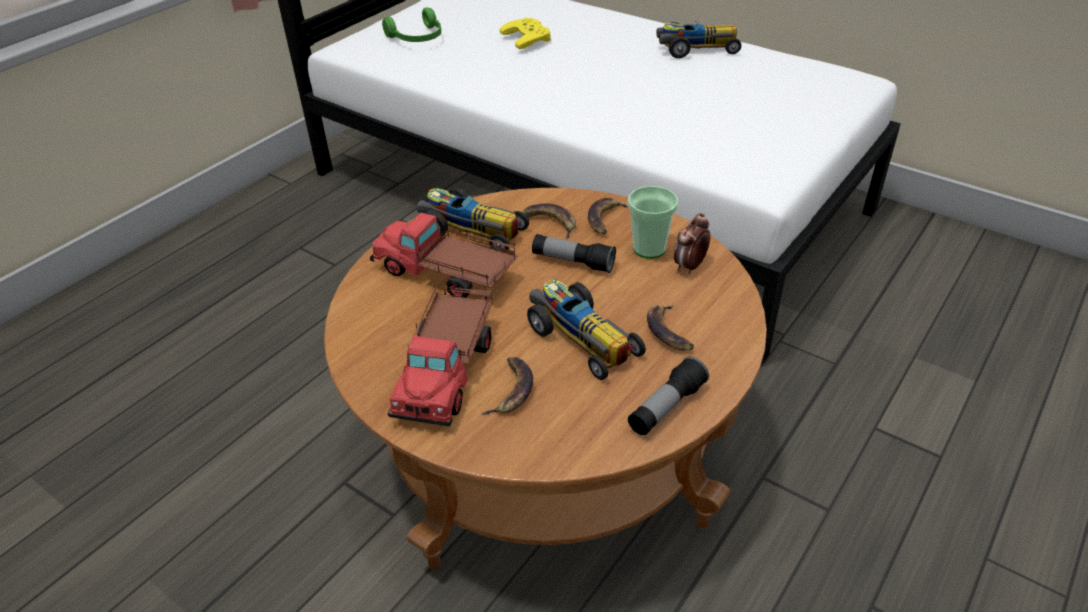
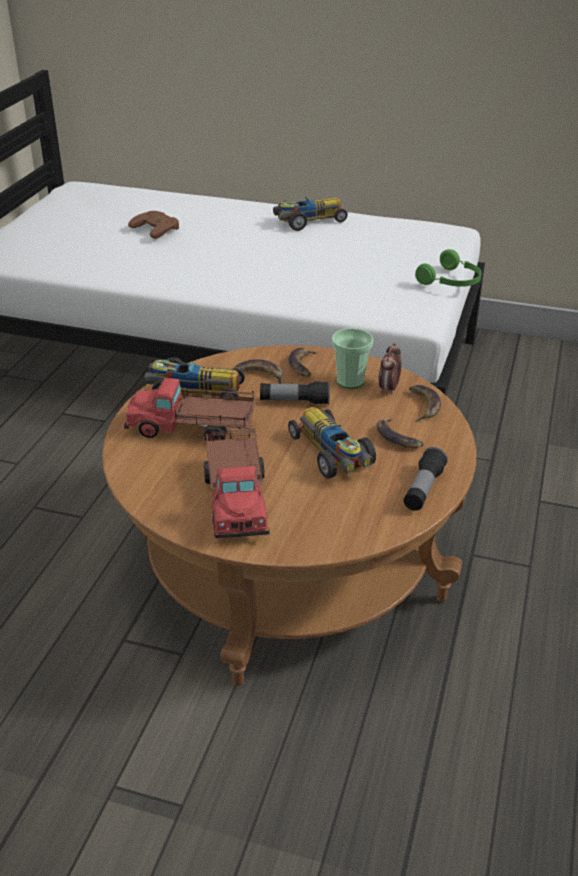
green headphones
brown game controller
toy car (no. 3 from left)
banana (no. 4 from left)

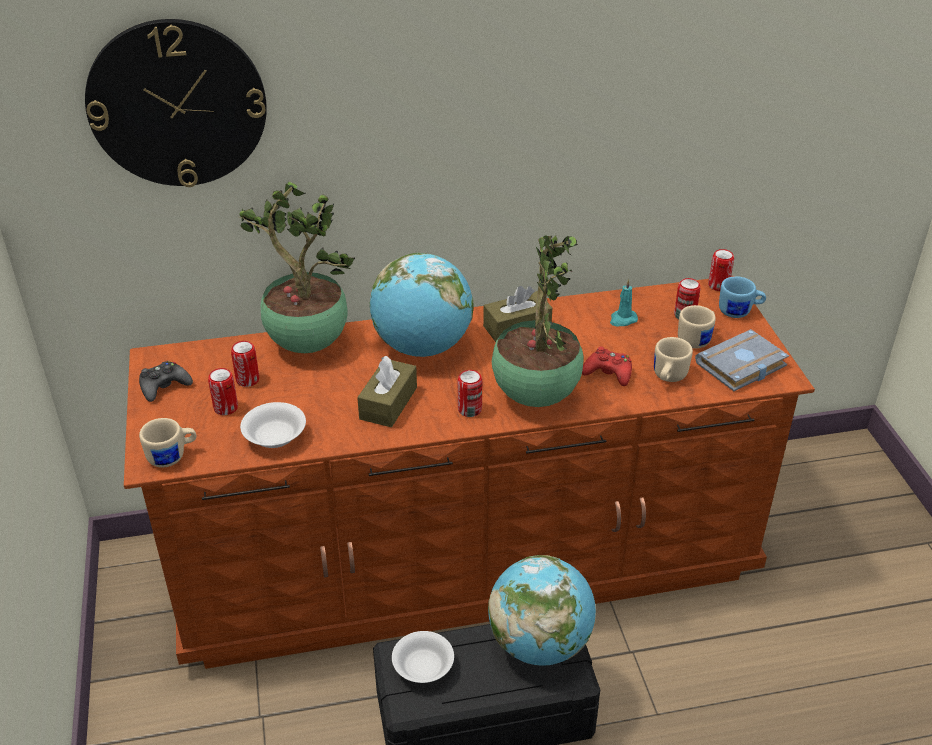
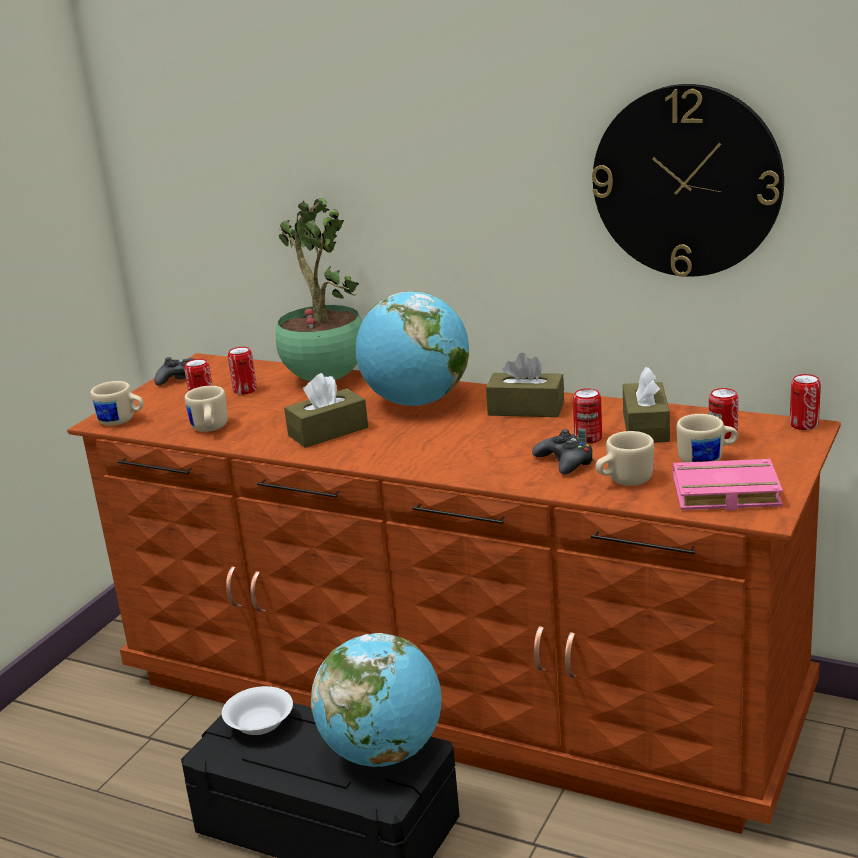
wall clock
potted plant (no. 2 from left in the first image)
blue mug
brown tissue box (no. 3 from left)
pink book
black game controller (no. 2 from left)
can (no. 3 from left)
beige mug (no. 2 from left)

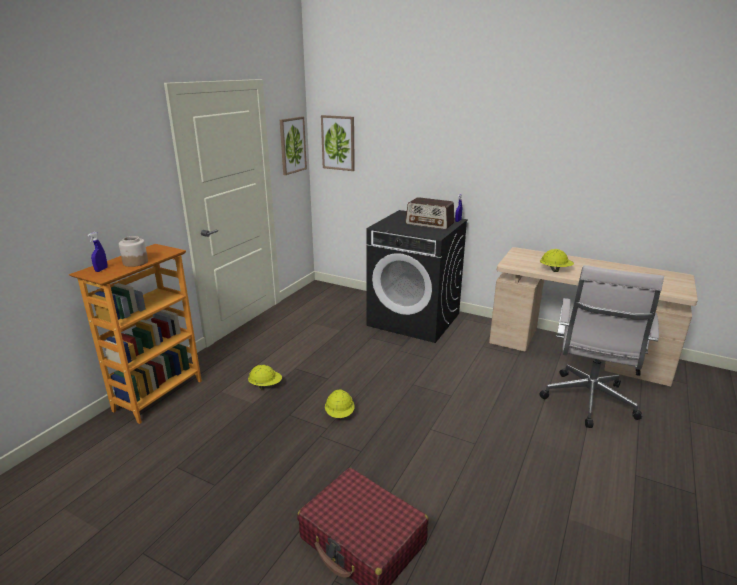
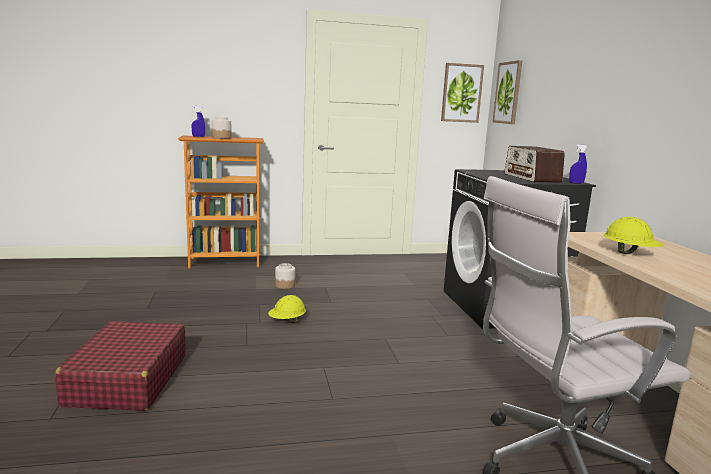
jar (no. 2 from left)

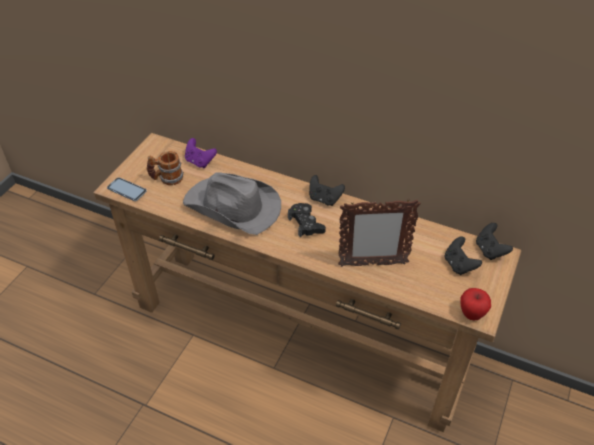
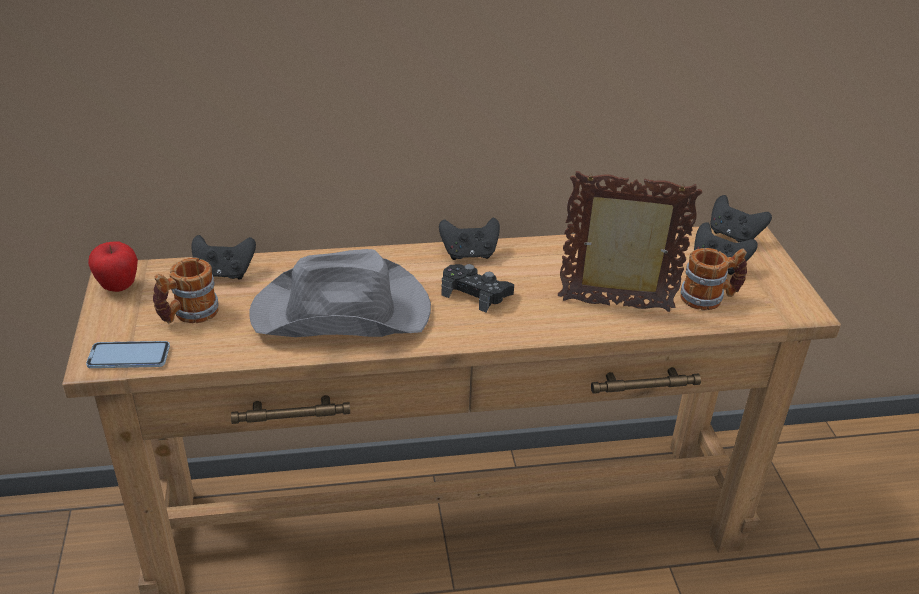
black game controller (no. 1 from left)
picture frame
apple
mug (no. 2 from left)

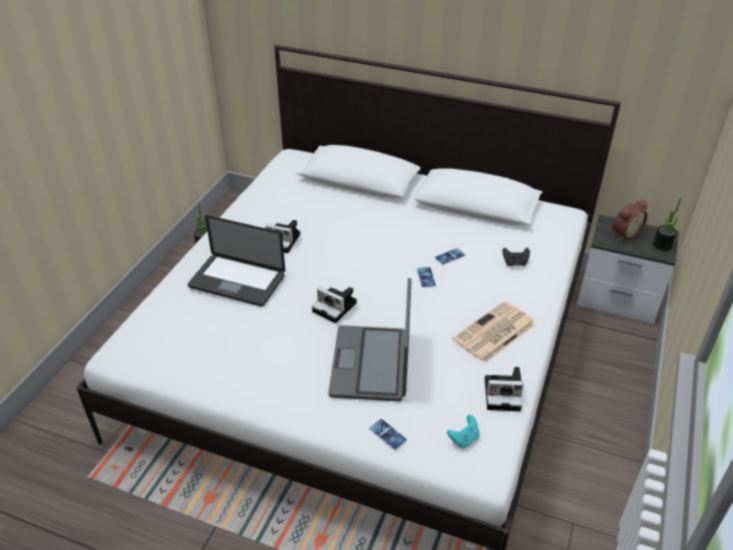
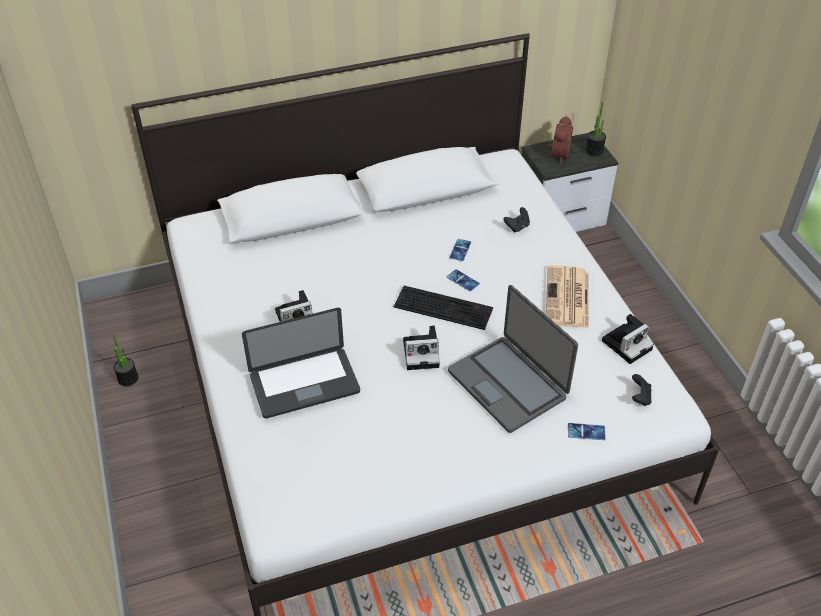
black game controller (no. 2 from left)
keyboard

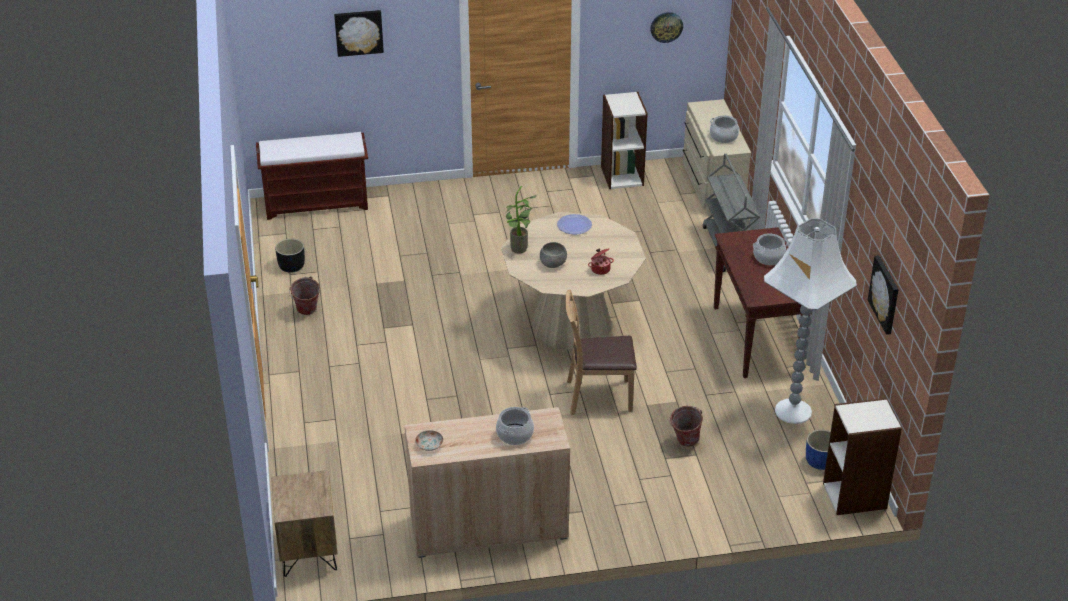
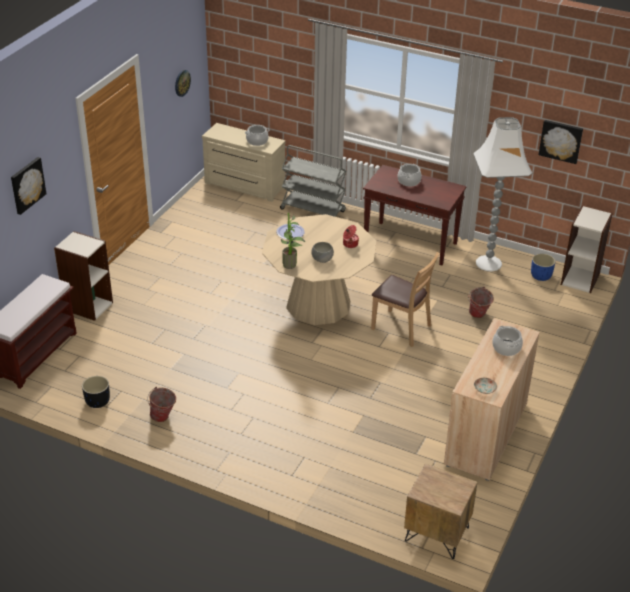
bookcase (no. 1 from left)
brown chair

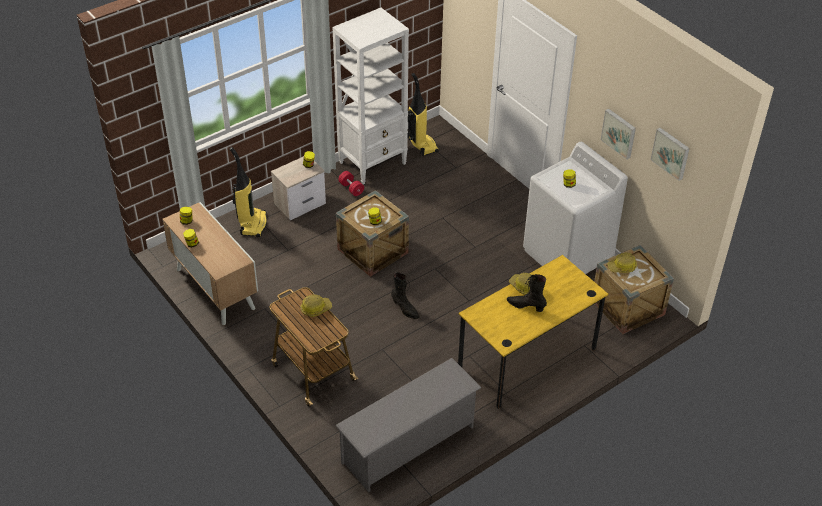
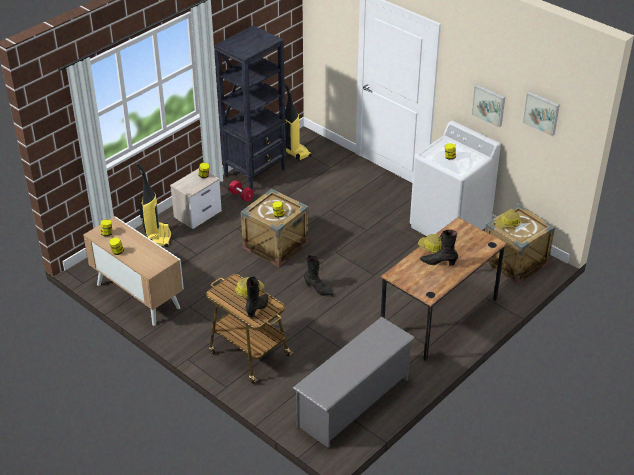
black bookcase
brown desk
black boot (no. 1 from left)

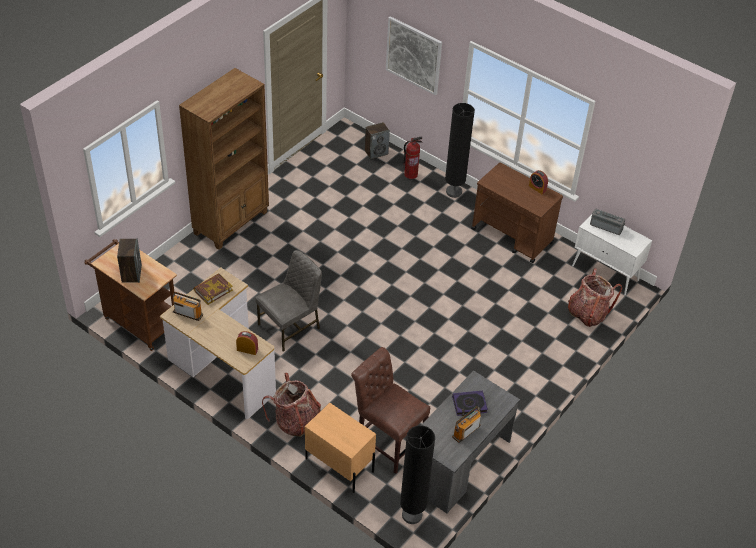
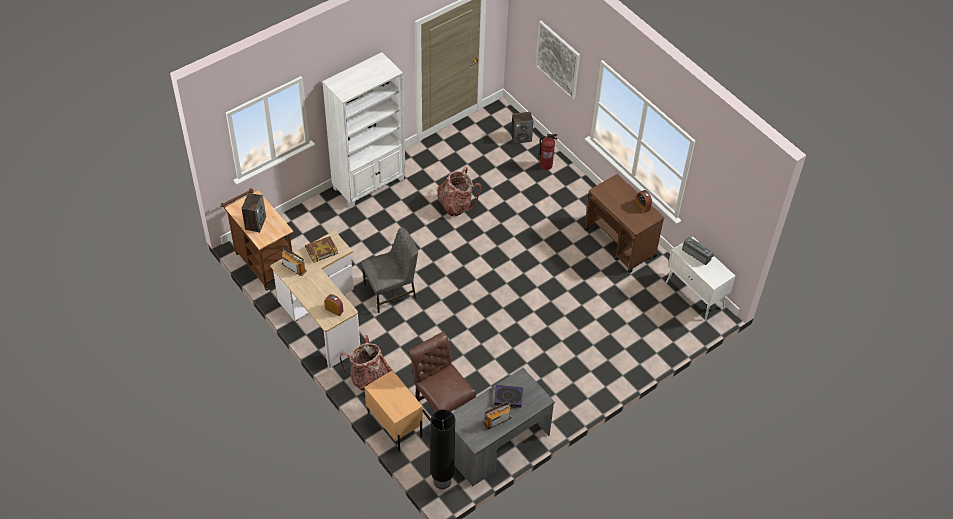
white bookcase
black floor lamp (no. 2 from left in the first image)
backpack (no. 2 from left)

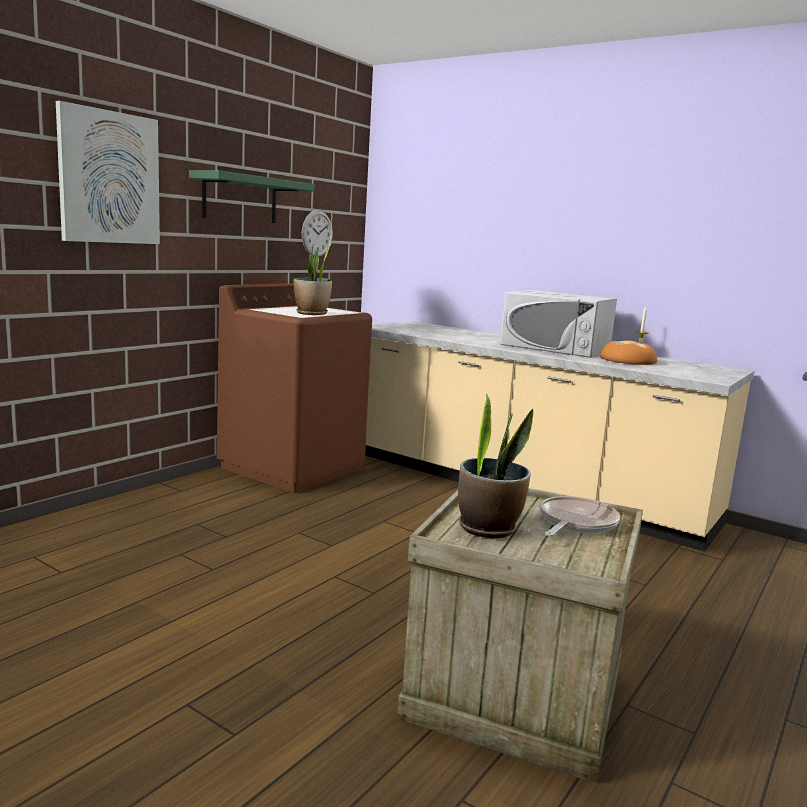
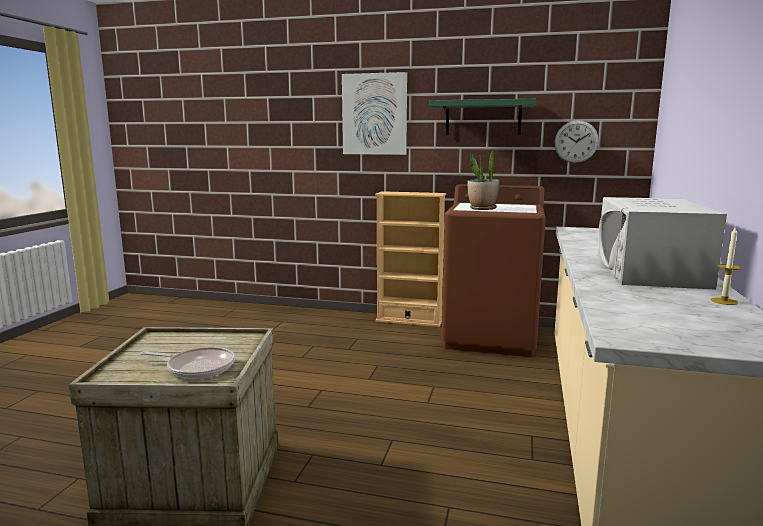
bread
potted plant (no. 2 from left in the first image)
beige bookcase

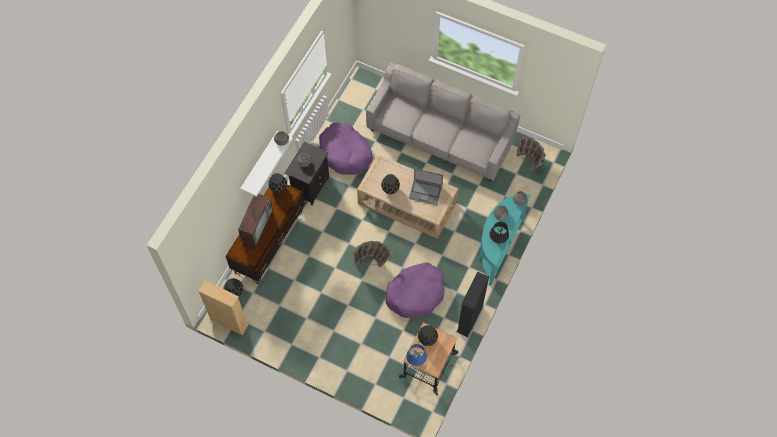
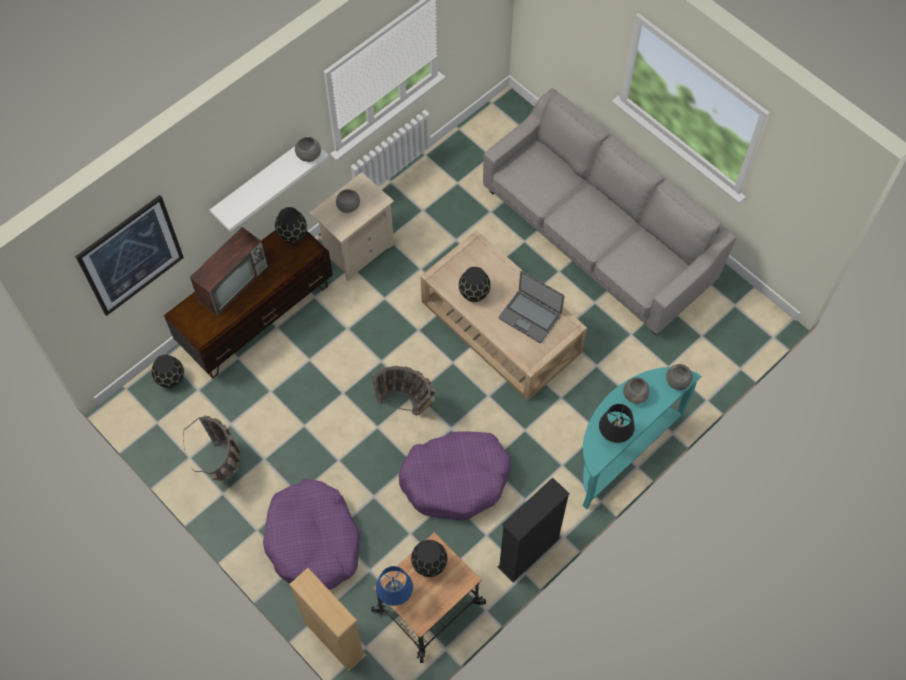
purple dog bed (no. 1 from left)
basket (no. 1 from left)
beige nightstand
beige bookcase
picture

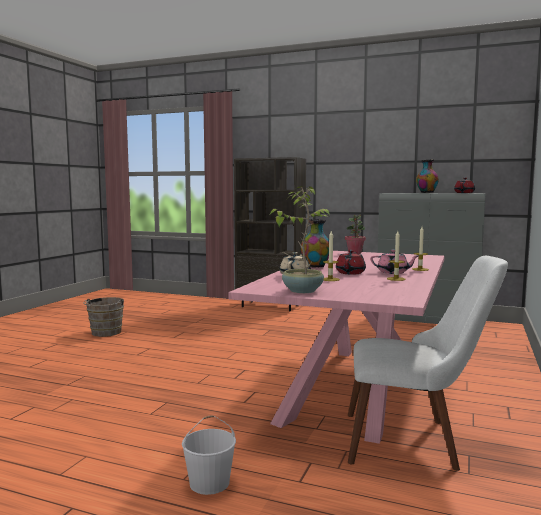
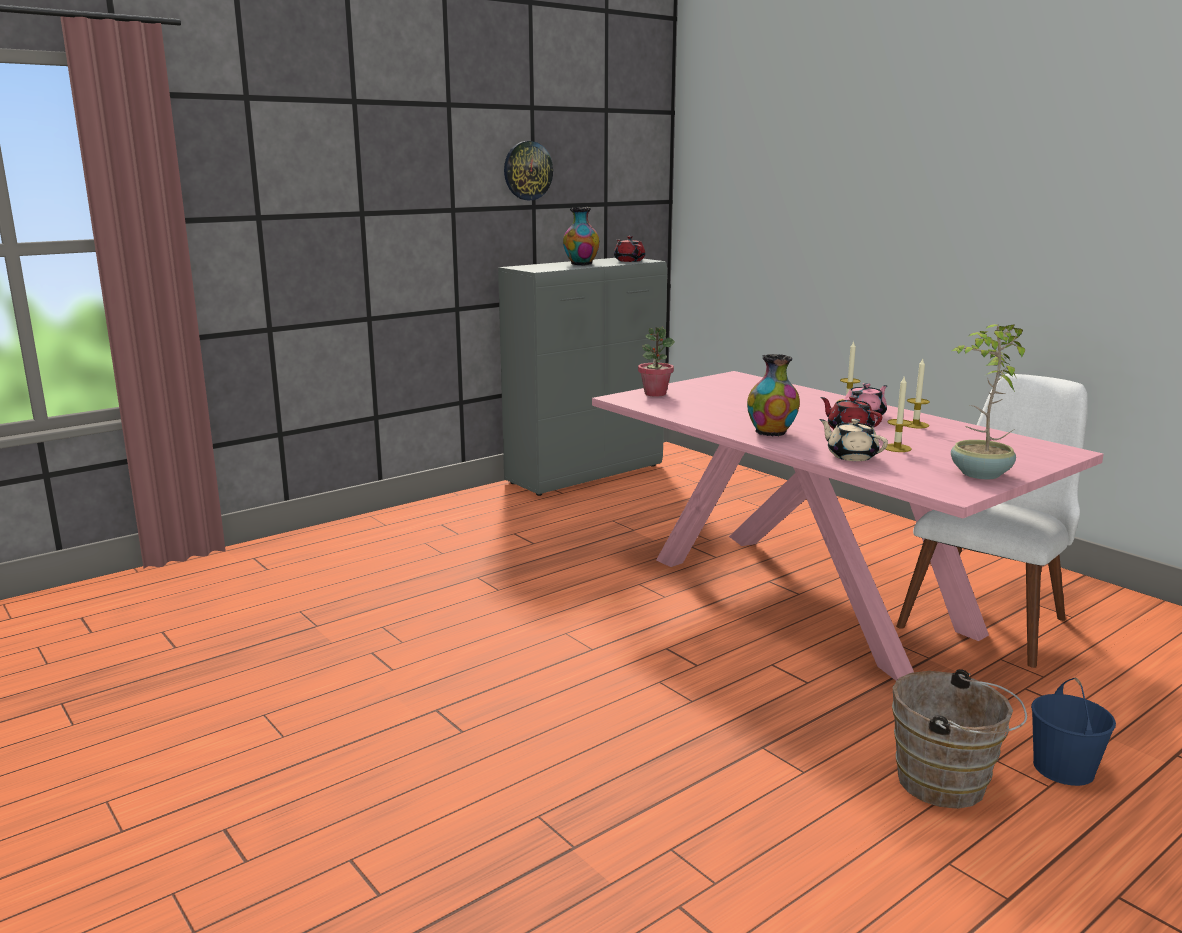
brown bookcase
brown bucket
blue bucket
wall clock

